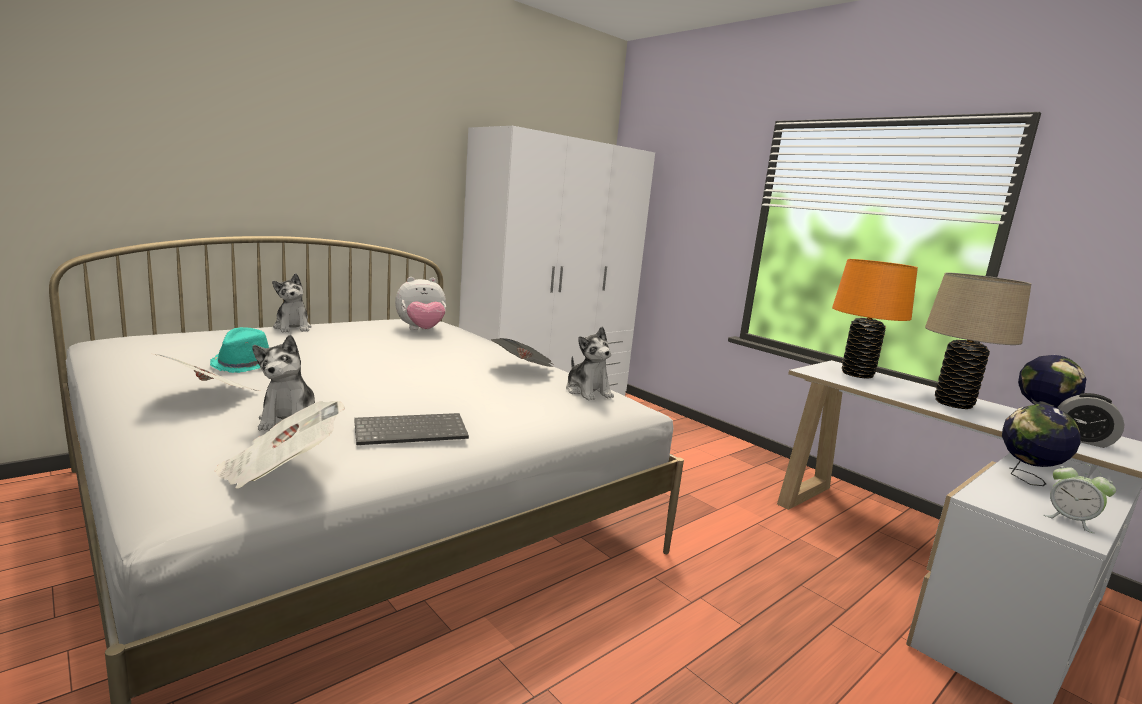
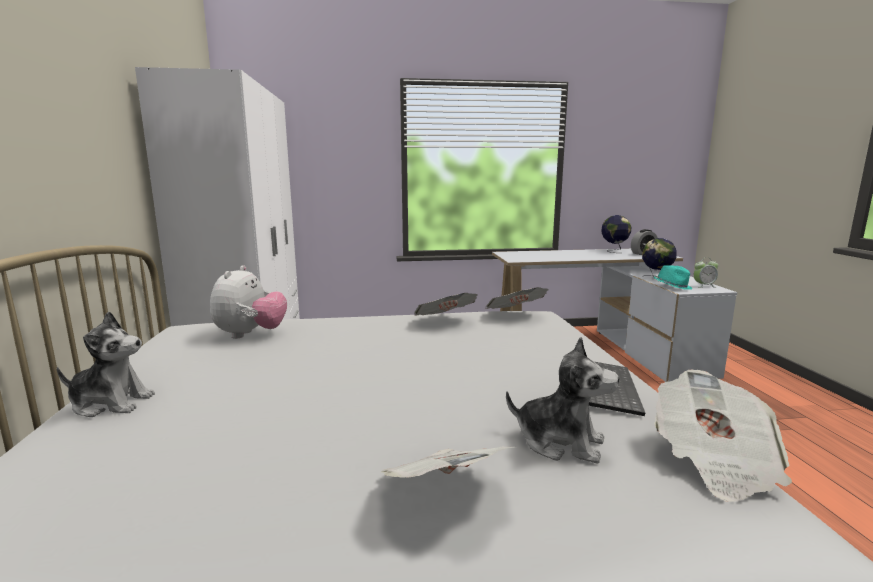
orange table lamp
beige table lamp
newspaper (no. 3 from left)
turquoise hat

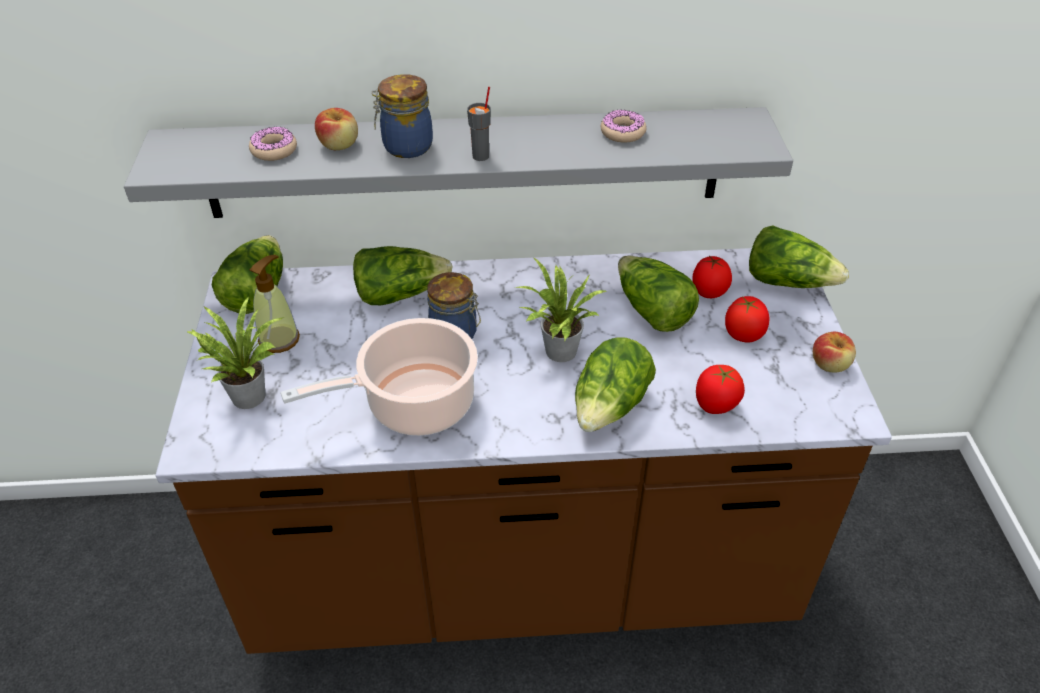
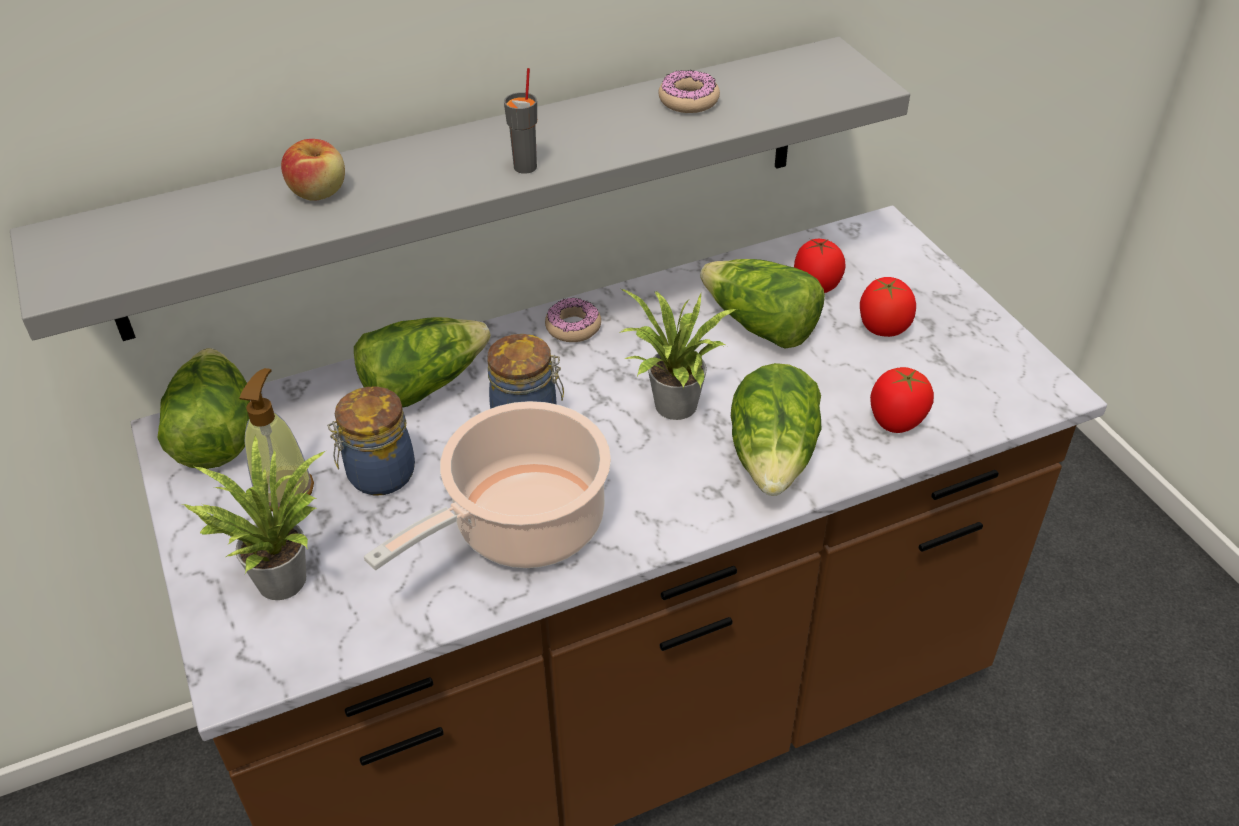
jar (no. 1 from left)
donut (no. 1 from left)
lettuce (no. 5 from left in the first image)
apple (no. 2 from left in the first image)

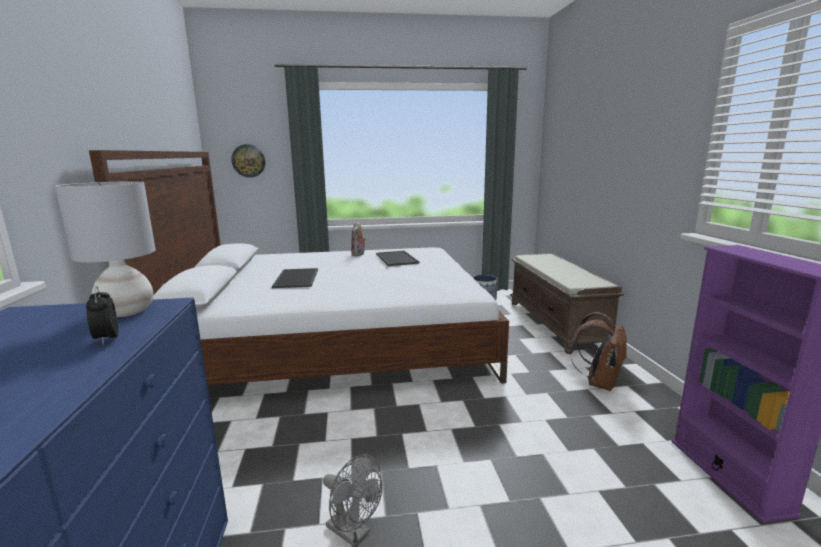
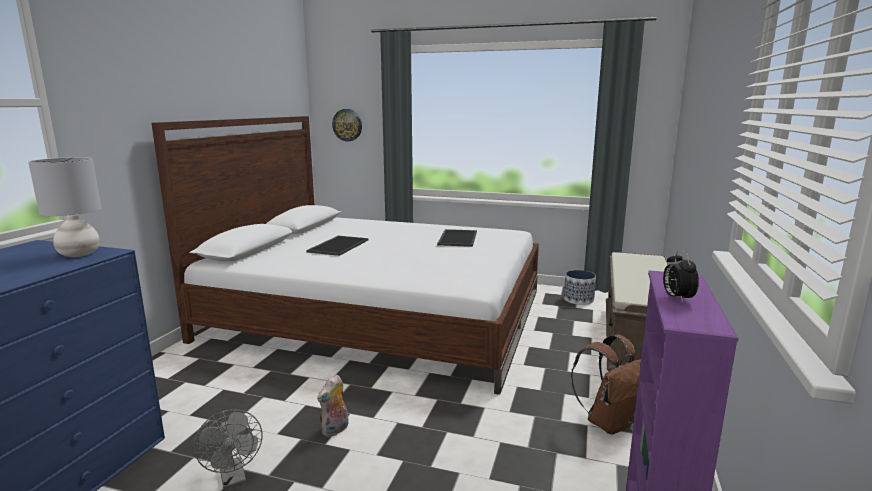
plush toy
alarm clock

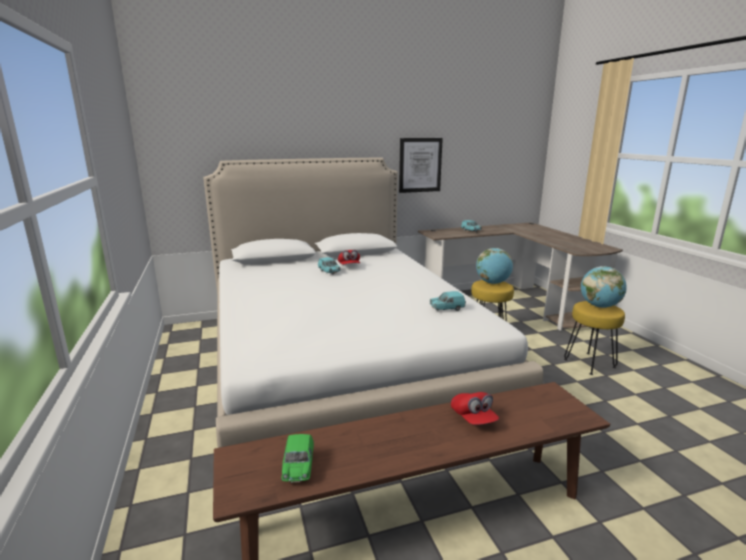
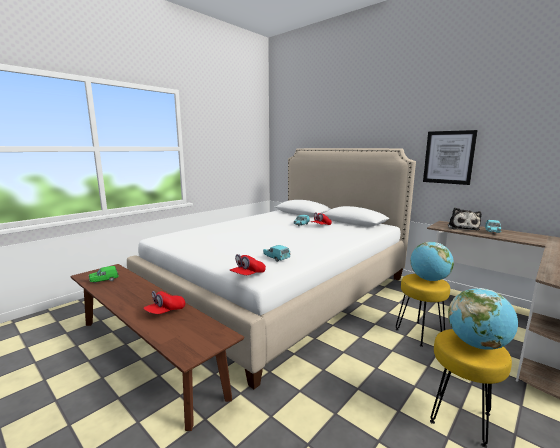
plush toy
red cap (no. 2 from left)

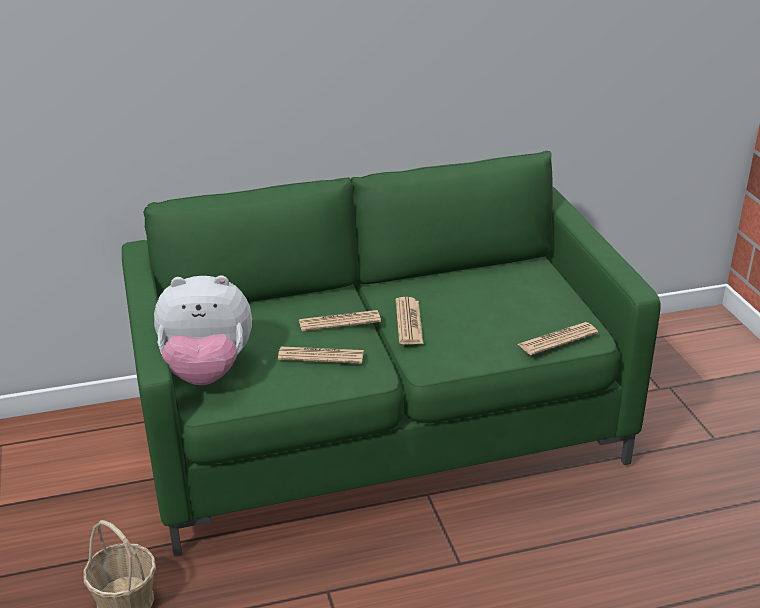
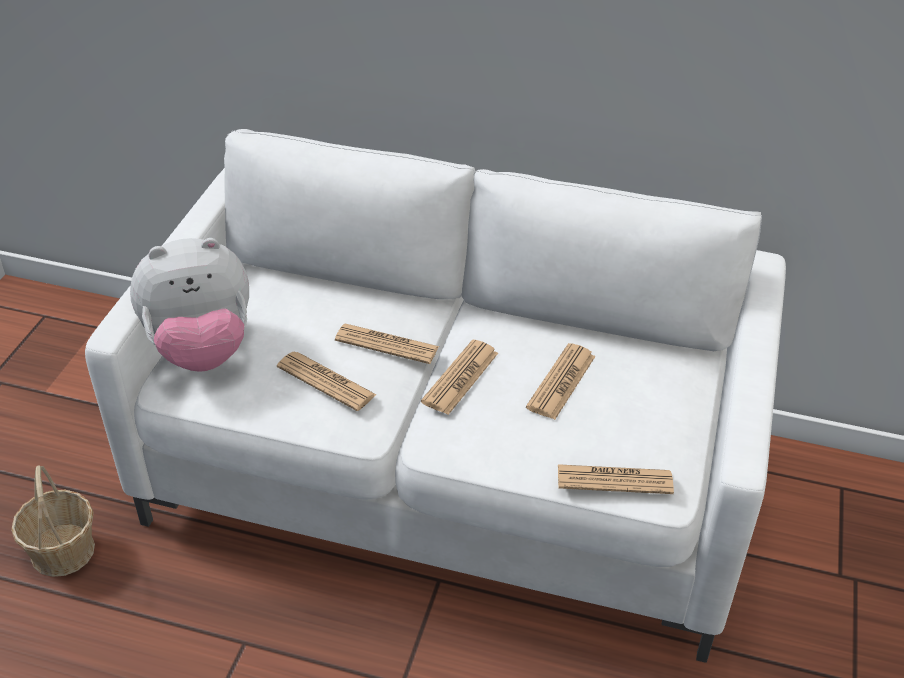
white sofa
plush toy
newspaper (no. 4 from left)

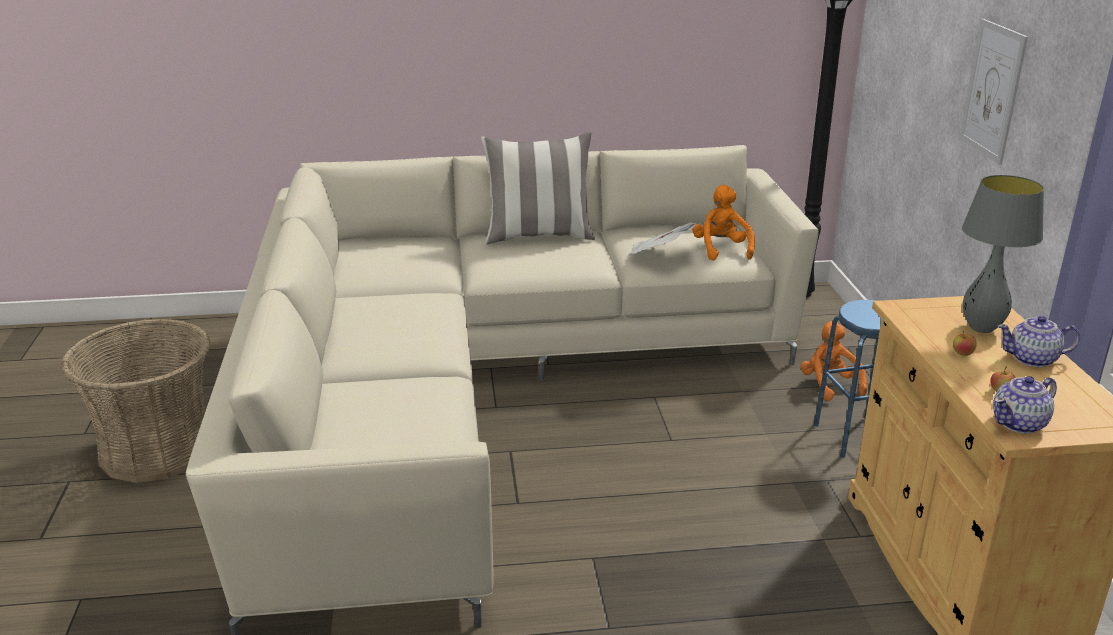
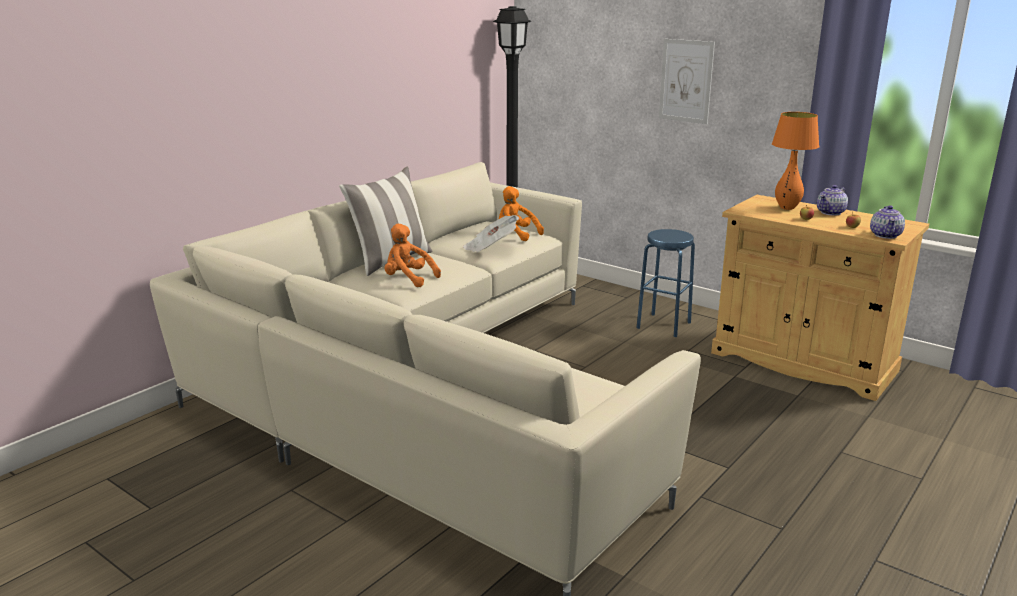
orange table lamp
basket
orange plush toy (no. 1 from left)

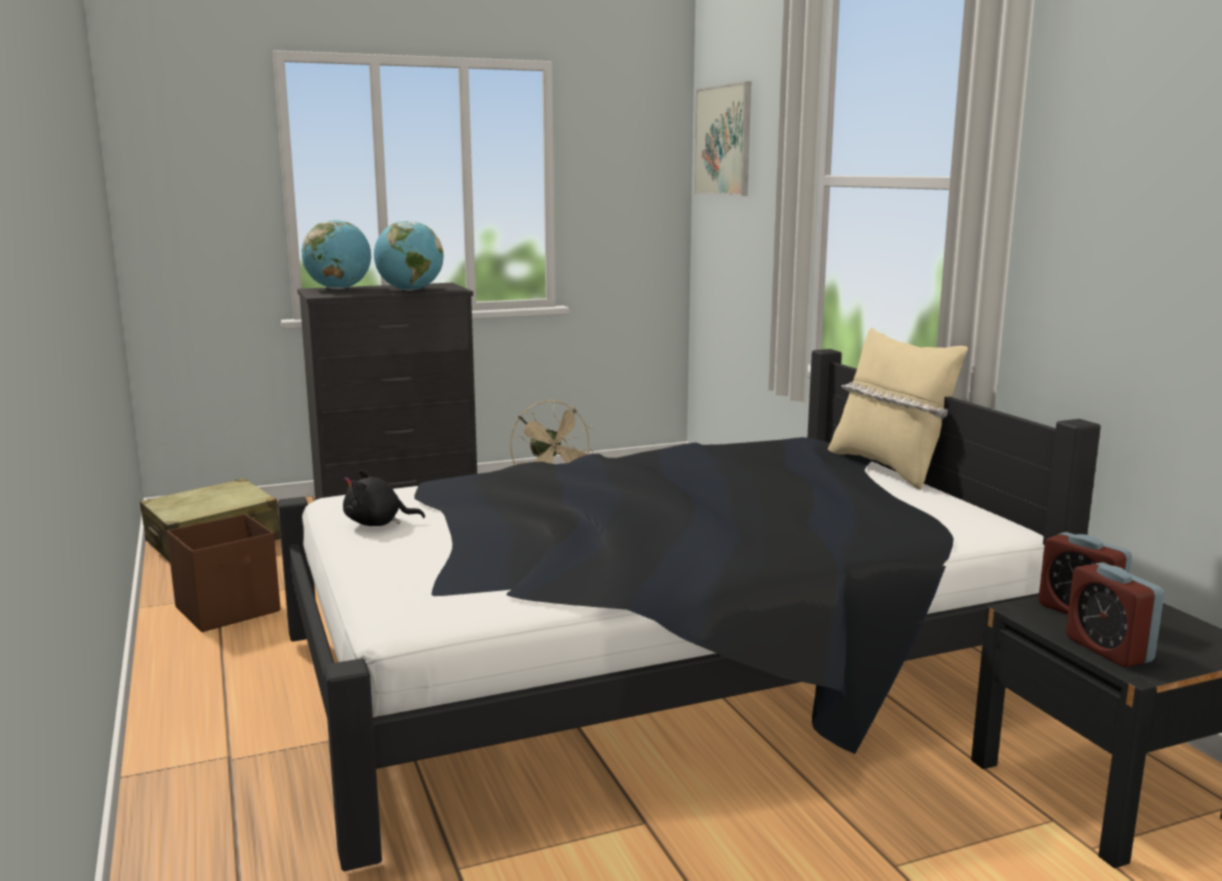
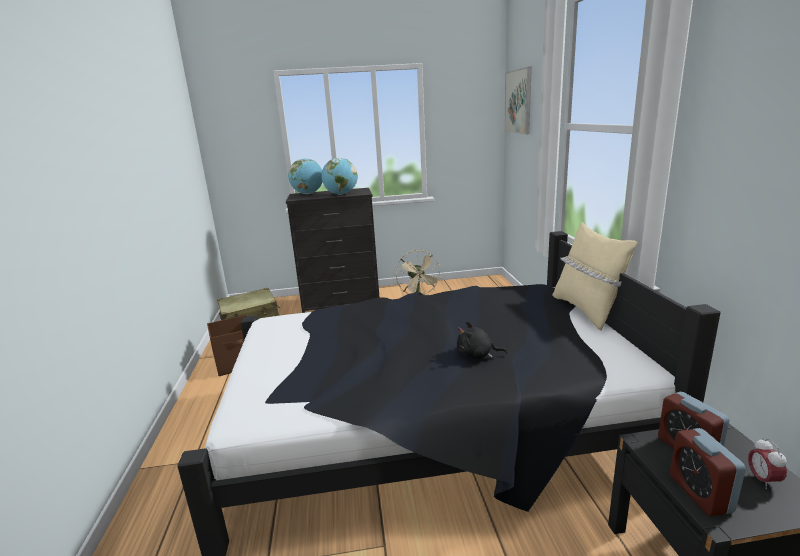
black plush toy
alarm clock (no. 3 from left)

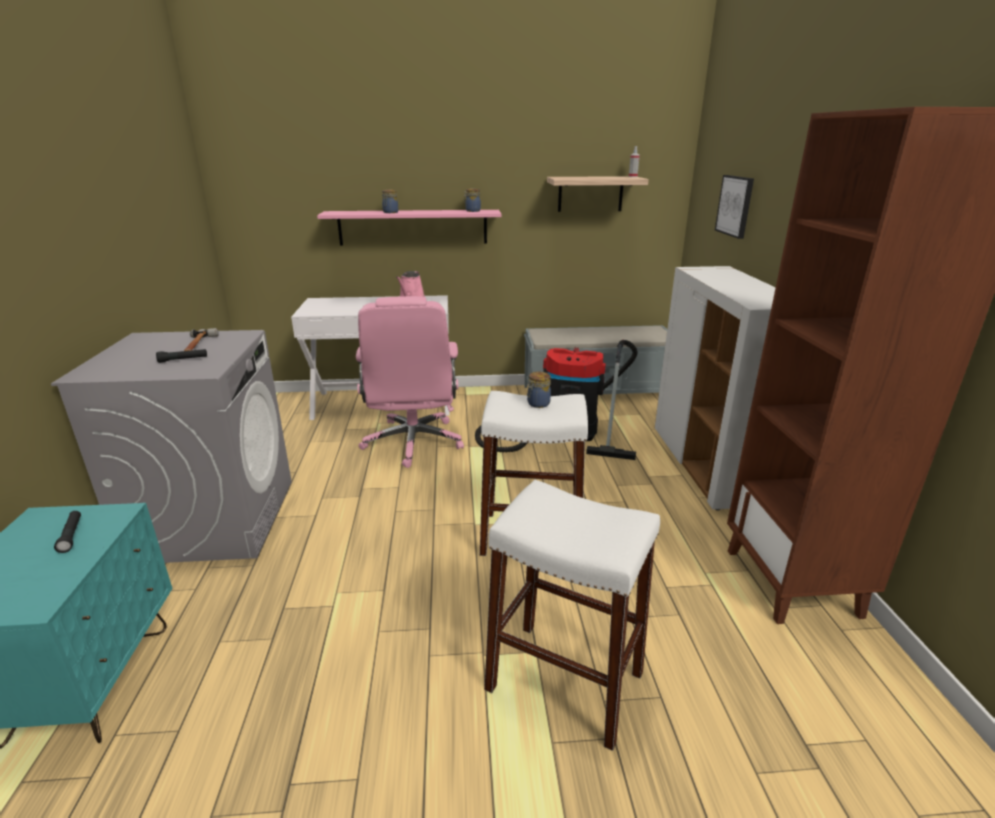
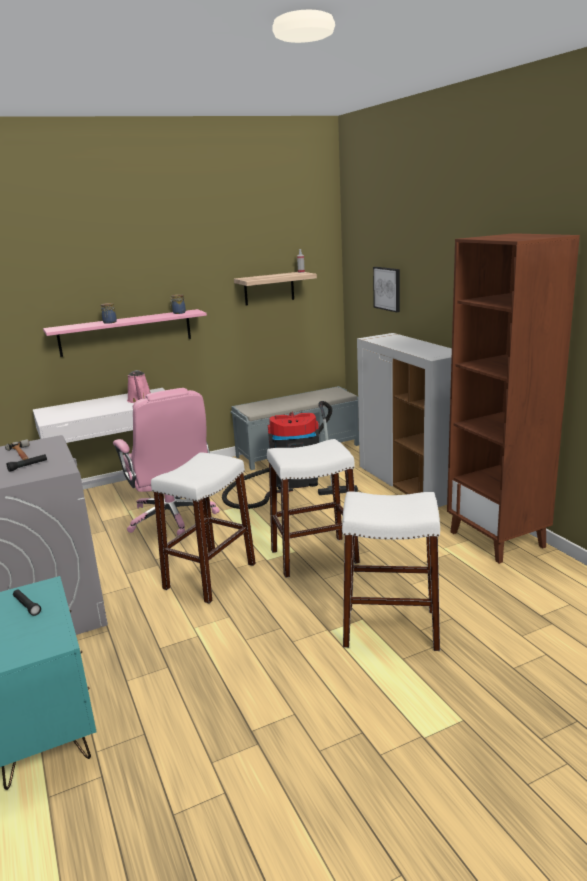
jar (no. 3 from left in the first image)
white stool (no. 1 from left)

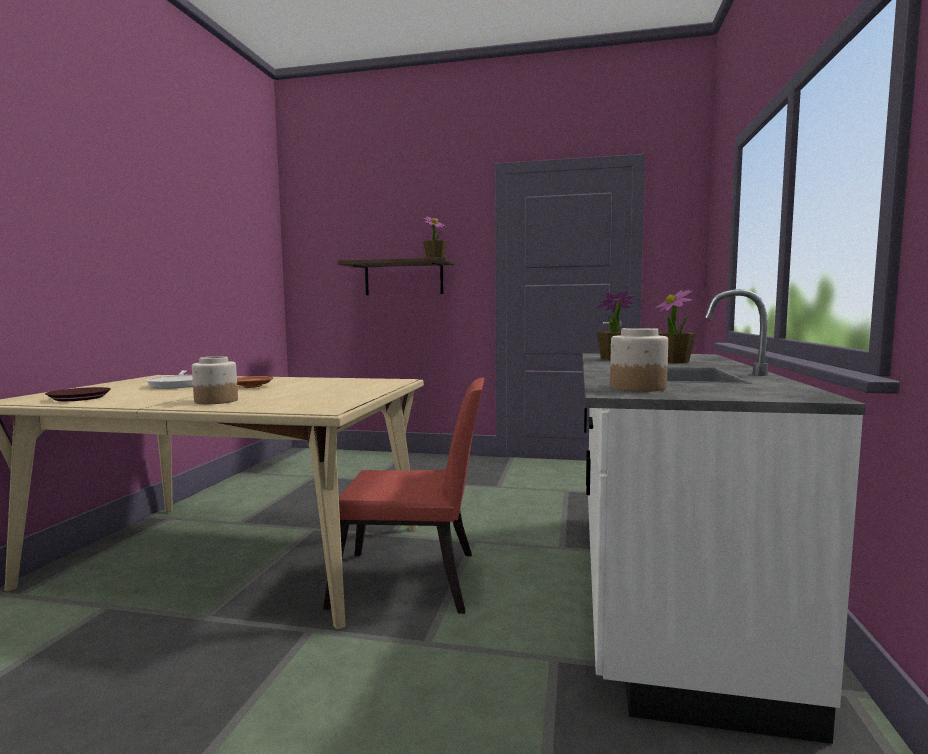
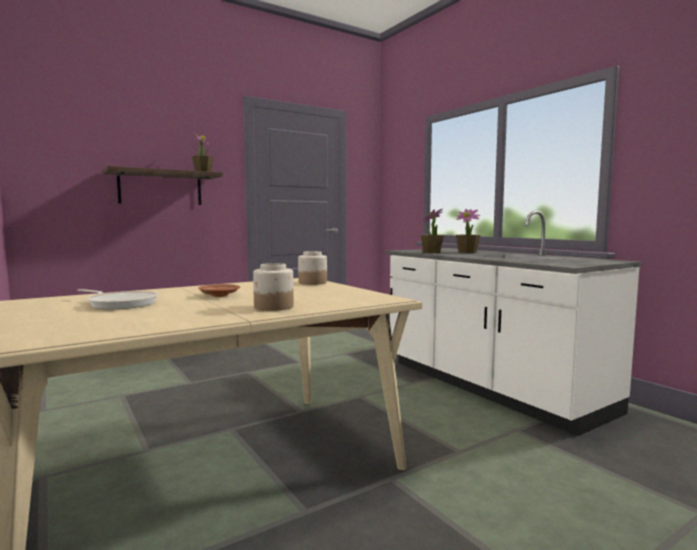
jar (no. 2 from left)
red chair
brown plate (no. 1 from left in the first image)

